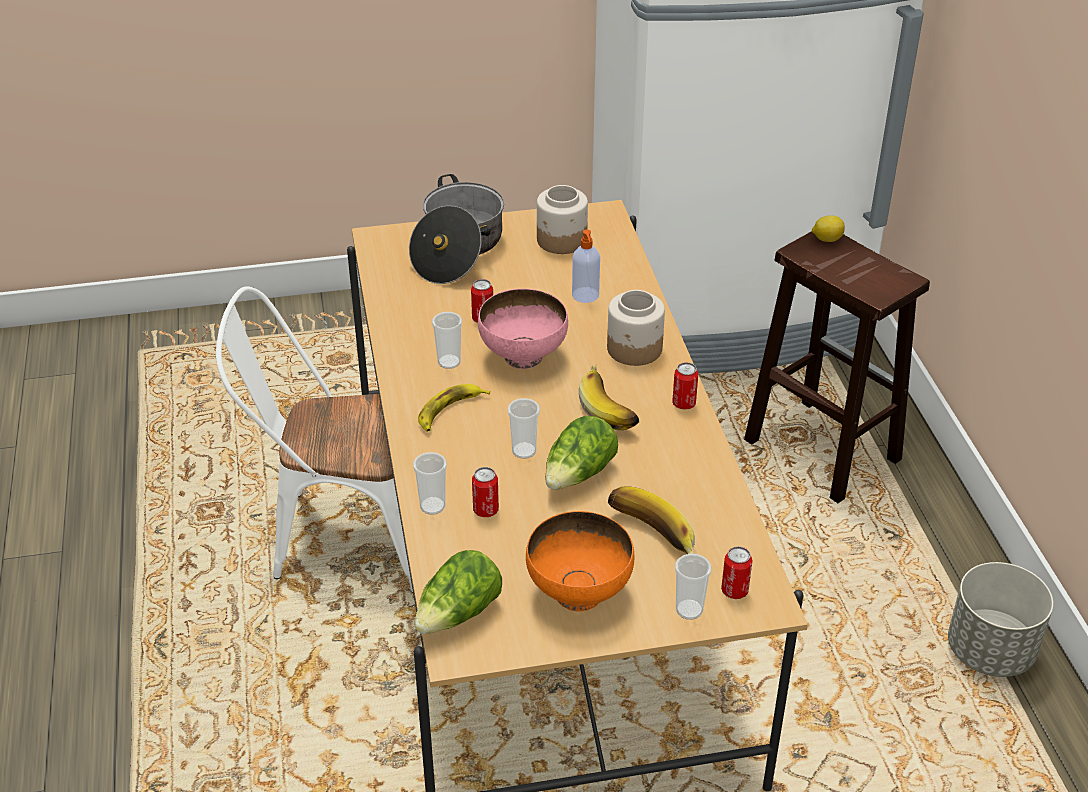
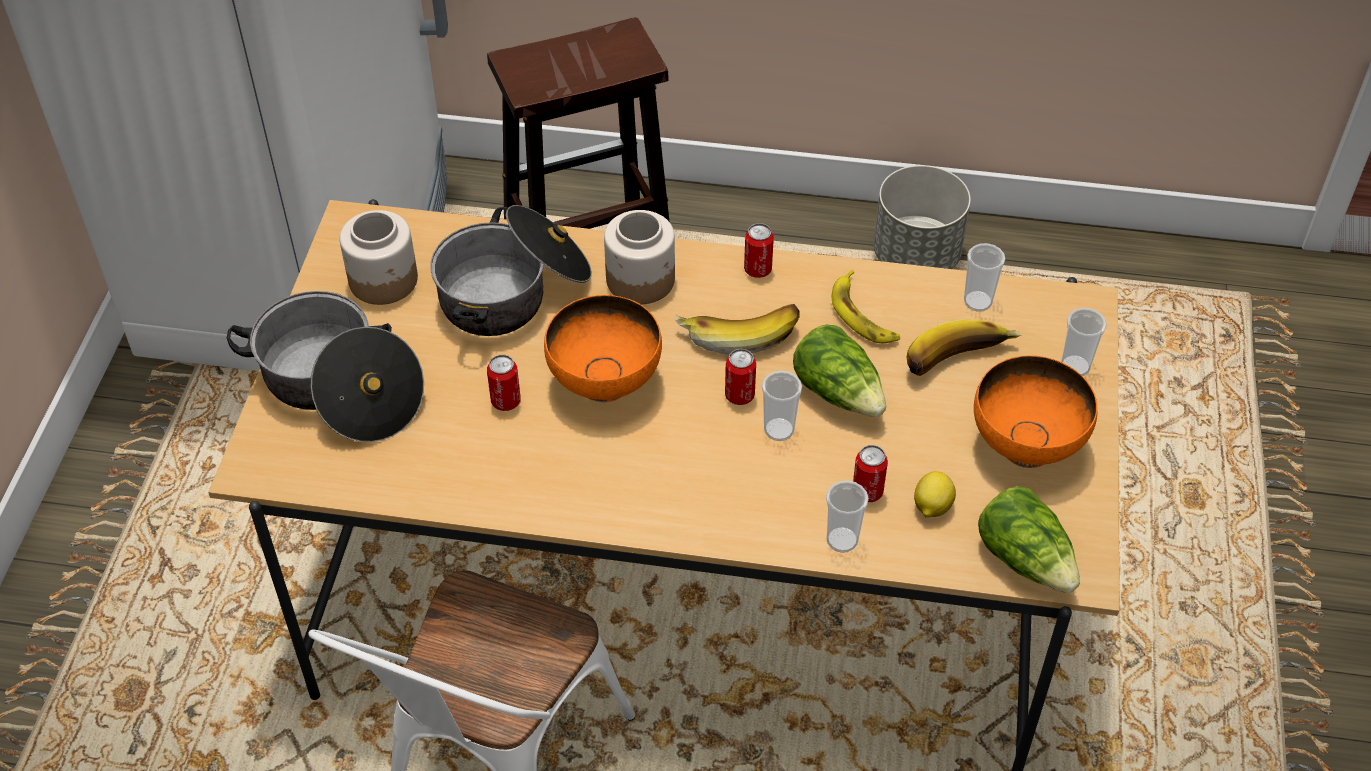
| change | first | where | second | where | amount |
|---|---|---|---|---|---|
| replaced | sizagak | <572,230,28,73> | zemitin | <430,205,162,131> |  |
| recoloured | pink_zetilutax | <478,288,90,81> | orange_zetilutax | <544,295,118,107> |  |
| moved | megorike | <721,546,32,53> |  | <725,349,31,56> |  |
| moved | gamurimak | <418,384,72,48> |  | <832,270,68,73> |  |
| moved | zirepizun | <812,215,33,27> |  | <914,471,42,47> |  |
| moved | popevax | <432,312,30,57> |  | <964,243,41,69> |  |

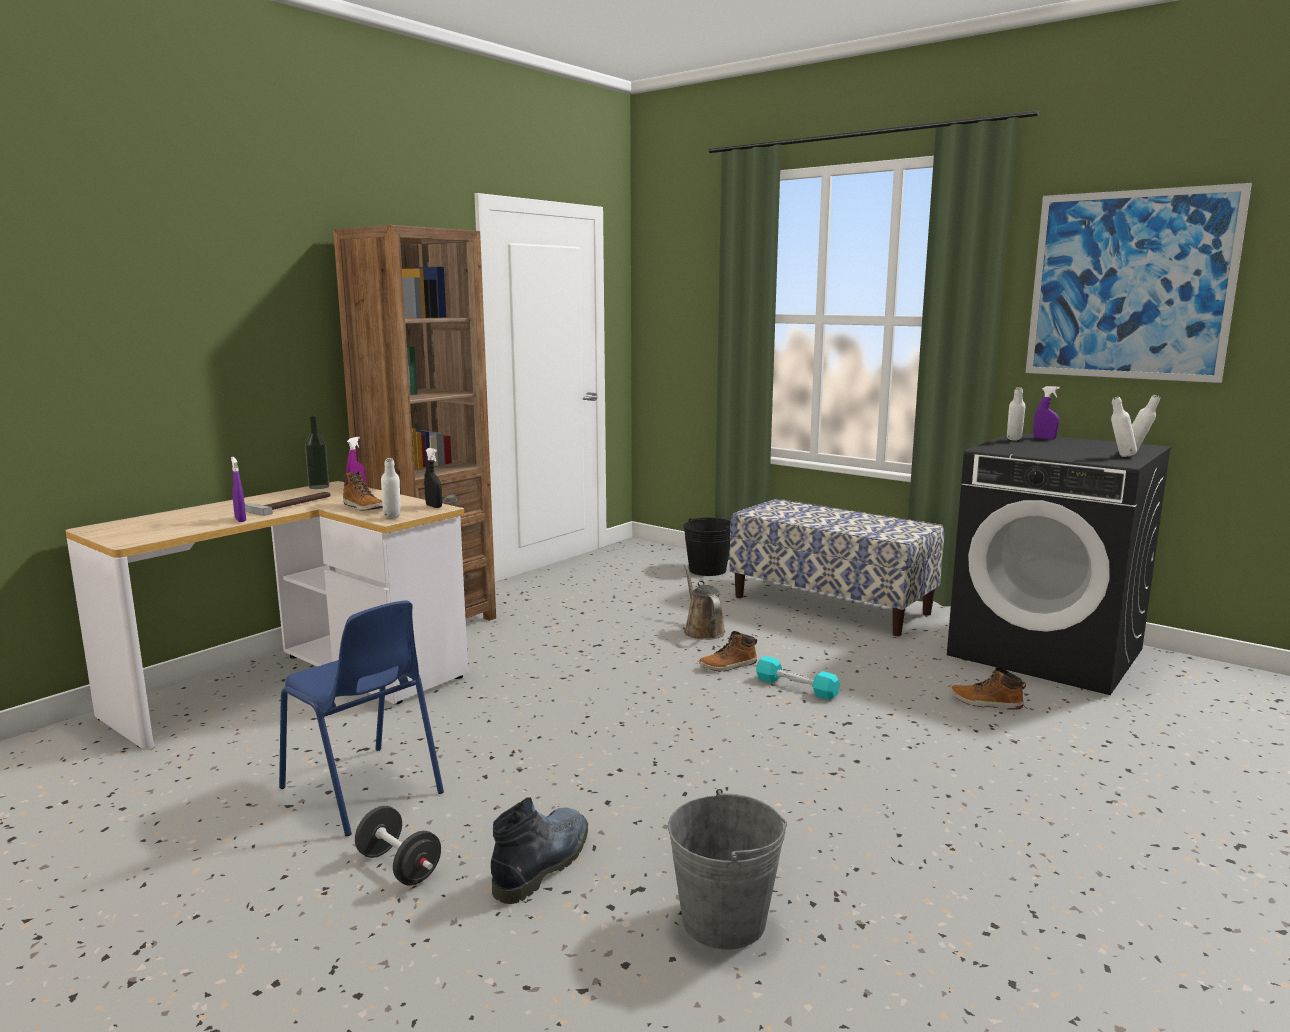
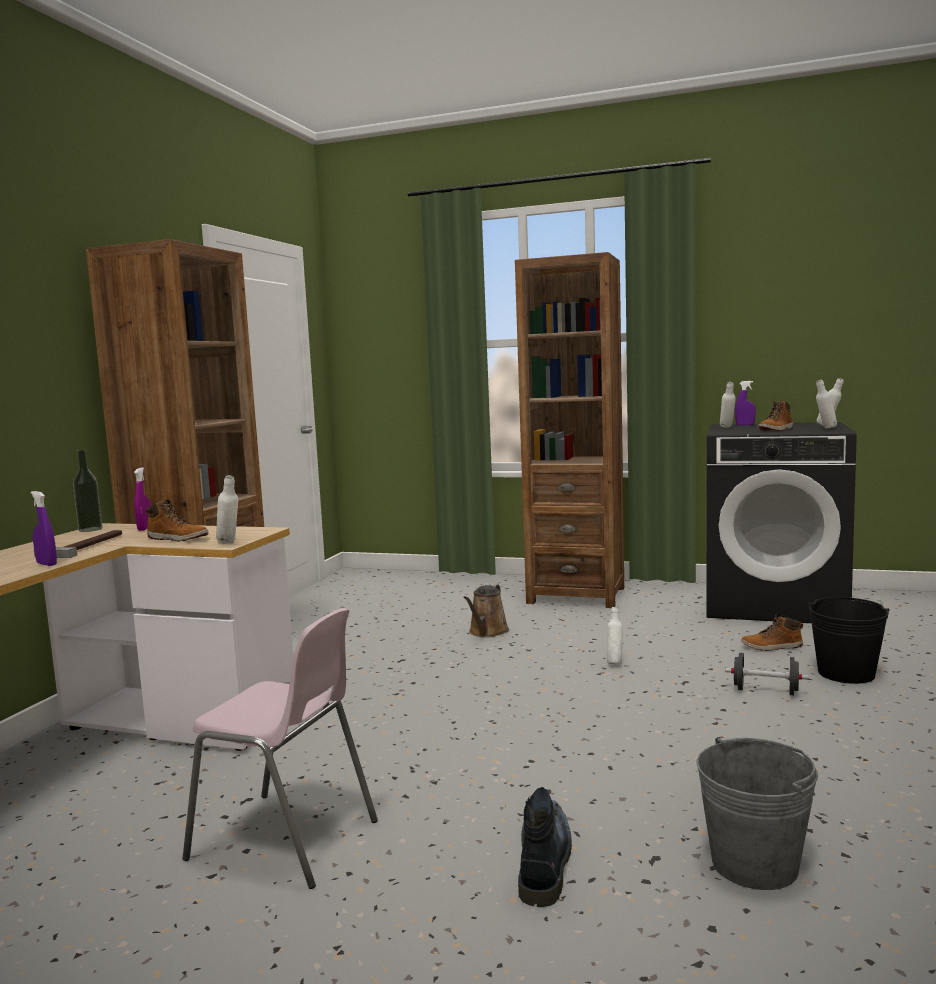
| change | first | where | second | where | amount |
|---|---|---|---|---|---|
| recoloured | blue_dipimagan | <279,600,165,236> | pink_dipimagan | <183,608,195,281> |  |
| turned | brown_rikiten | <684,564,42,76> |  | <463,584,46,53> | 120 degrees counterclockwise |
| replaced | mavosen | <729,499,215,137> | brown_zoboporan | <515,252,109,356> |  |
| replaced | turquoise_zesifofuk | <756,656,84,44> | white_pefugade | <607,607,16,57> |  |
| moved | black_zesifofuk | <355,806,86,80> |  | <725,653,84,42> |  |
| moved | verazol | <699,631,58,41> |  | <758,400,35,31> |  |
| moved | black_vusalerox | <683,518,48,58> |  | <808,597,82,87> |  |
| removed | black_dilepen | <424,448,18,60> |  |  |  |
| removed | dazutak | <1025,183,227,200> |  |  |  |

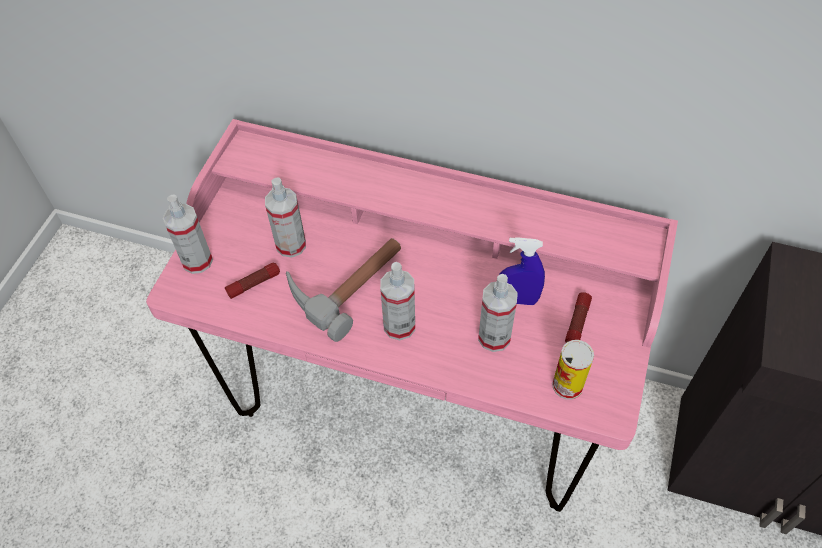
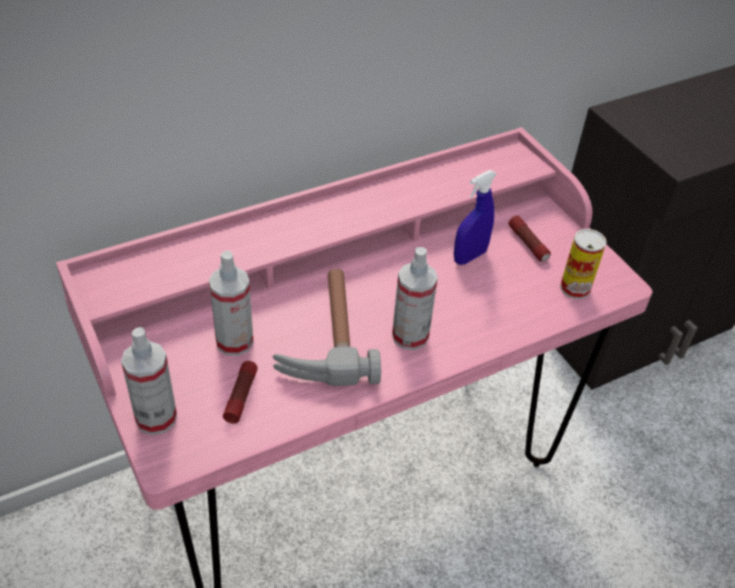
| change | first | where | second | where | amount |
|---|---|---|---|---|---|
| removed | dilepen | <478,274,40,78> |  |  |  |

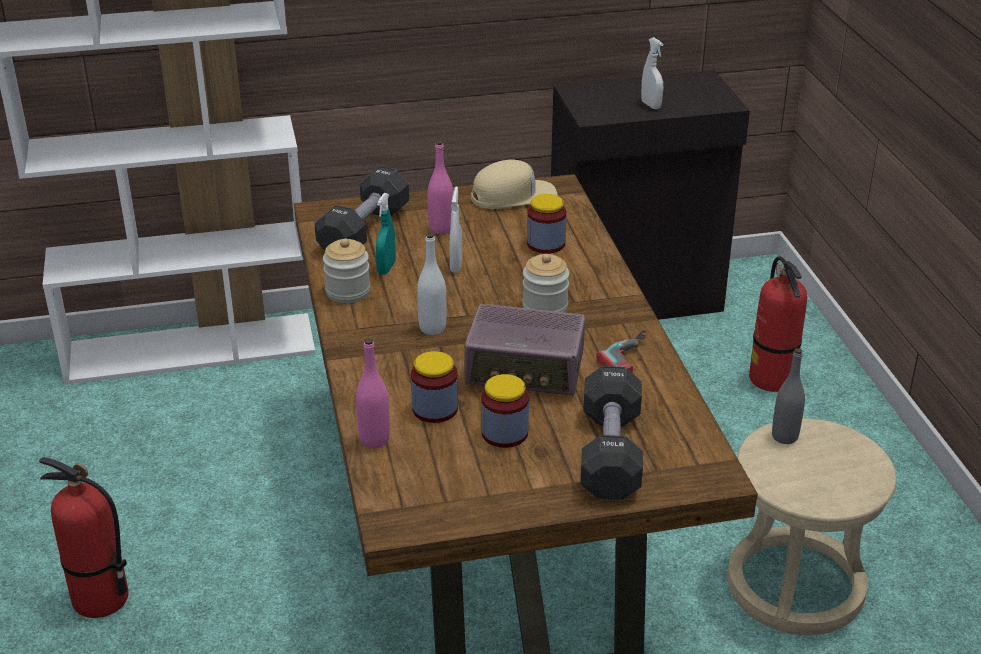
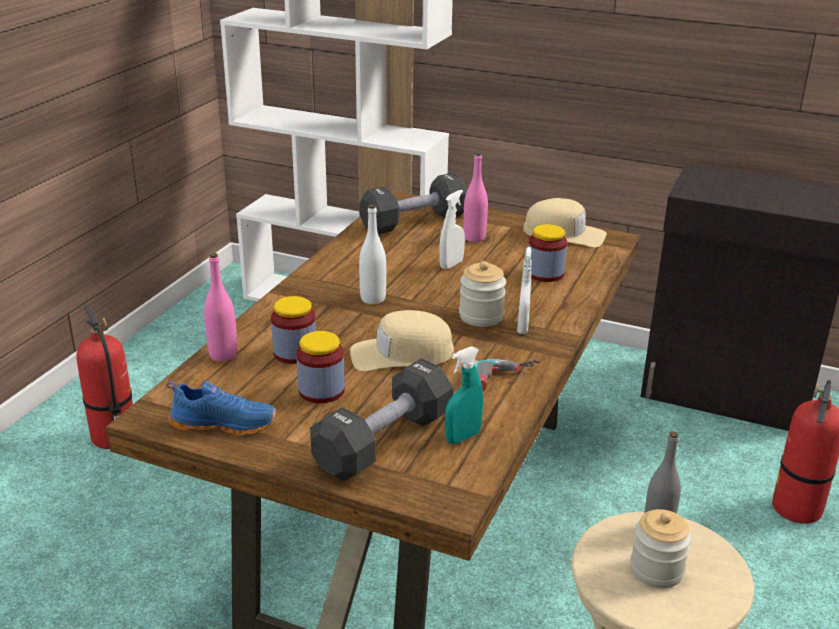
| change | first | where | second | where | amount |
|---|---|---|---|---|---|
| added |  |  | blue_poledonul | <167,381,109,55> |  |
| replaced | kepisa | <465,304,121,92> | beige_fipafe | <350,310,104,61> |  |
| moved | turquoise_dilepen | <376,193,20,82> |  | <445,346,38,98> |  |
| moved | white_dilepen | <641,37,22,72> |  | <517,247,15,87> |  |
| moved | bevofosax | <323,238,47,65> |  | <630,509,61,79> |  |

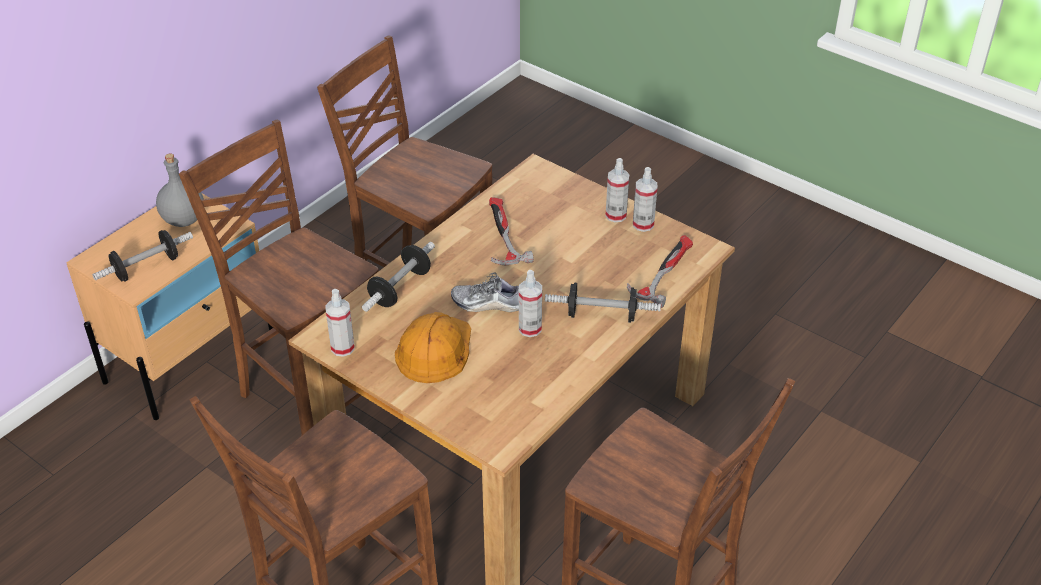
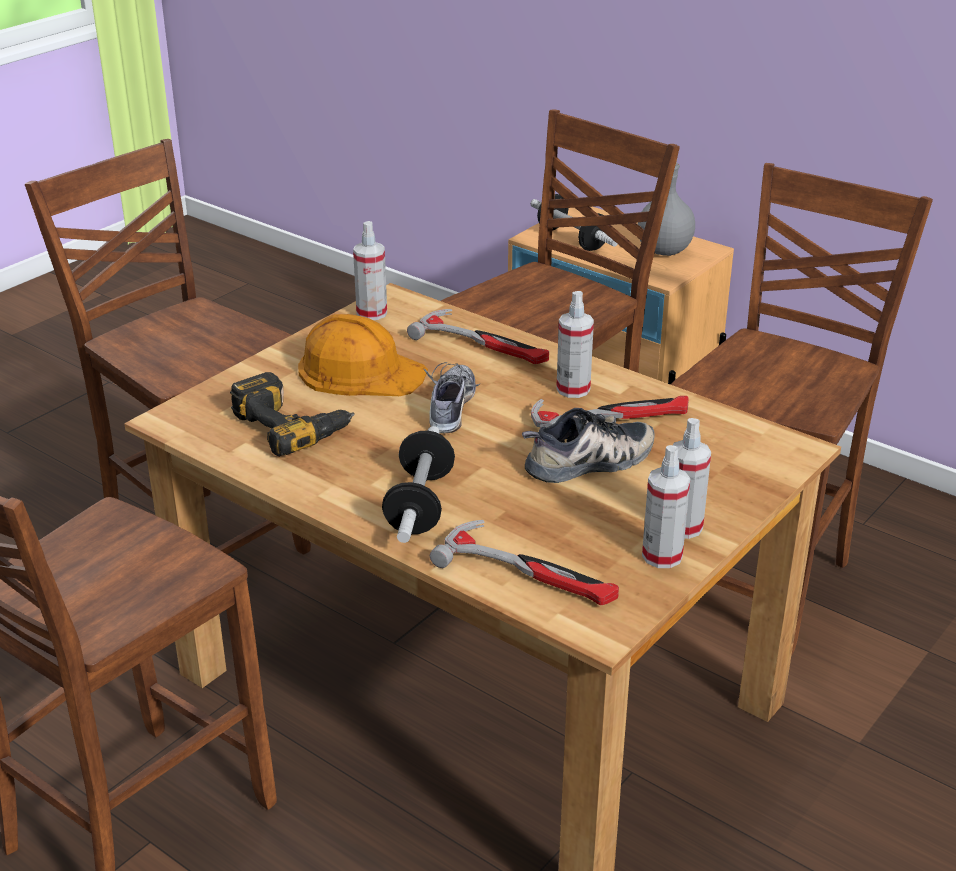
| change | first | where | second | where | amount |
|---|---|---|---|---|---|
| added |  |  | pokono | <230,372,125,84> |  |
| replaced | zesifofuk | <362,242,73,70> | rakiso | <407,309,142,55> |  |
| added |  |  | poledonul | <522,408,133,75> |  |
| moved | dilepen | <519,270,23,67> |  | <556,291,38,107> |  |

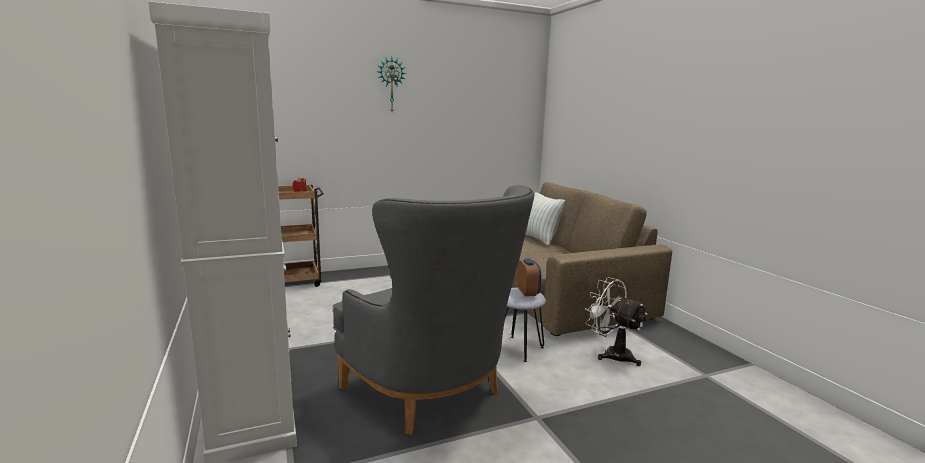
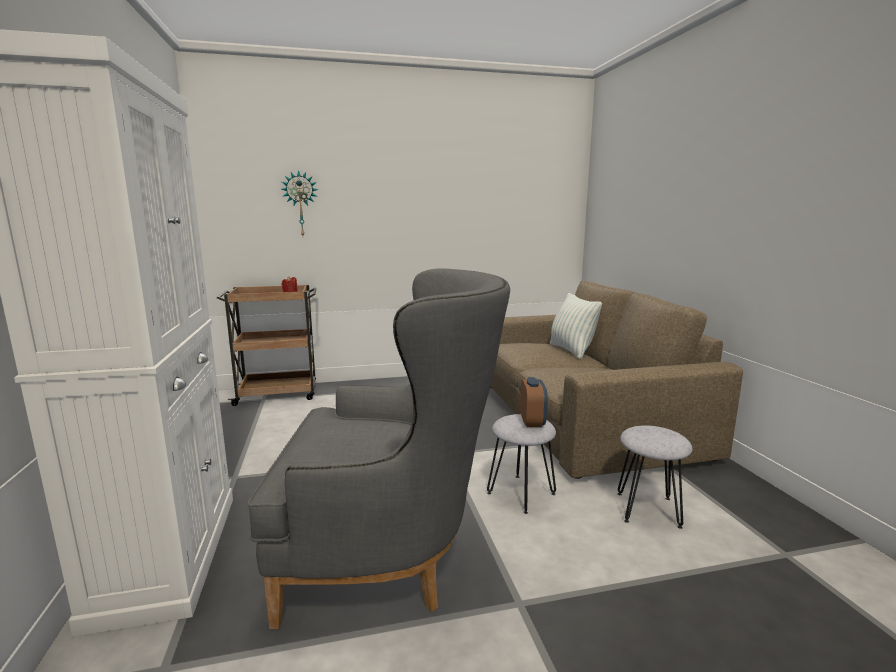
| change | first | where | second | where | amount |
|---|---|---|---|---|---|
| turned | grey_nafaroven | <333,185,201,249> |  | <247,268,263,361> | 60 degrees counterclockwise |
| moved | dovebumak | <377,57,30,55> |  | <281,170,37,66> |  |
| replaced | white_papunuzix | <585,277,62,89> | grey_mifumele | <617,425,76,104> |  |

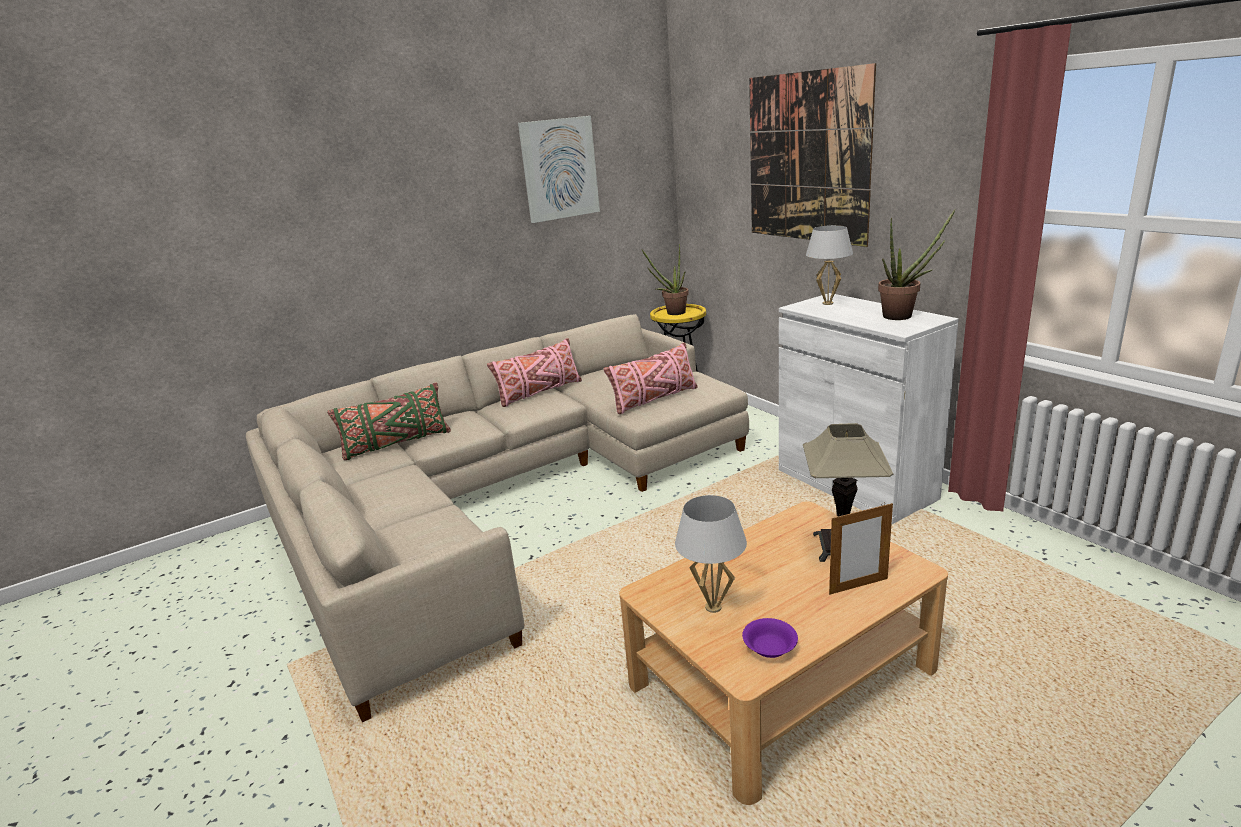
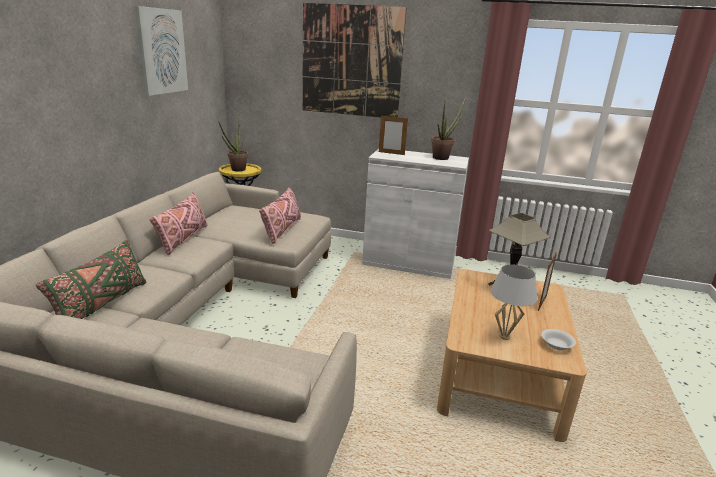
| change | first | where | second | where | amount |
|---|---|---|---|---|---|
| replaced | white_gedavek | <806,225,47,80> | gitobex | <379,115,29,40> |  |
| recoloured | purple_zetilutax | <742,618,56,40> | white_zetilutax | <541,329,35,21> |  |

